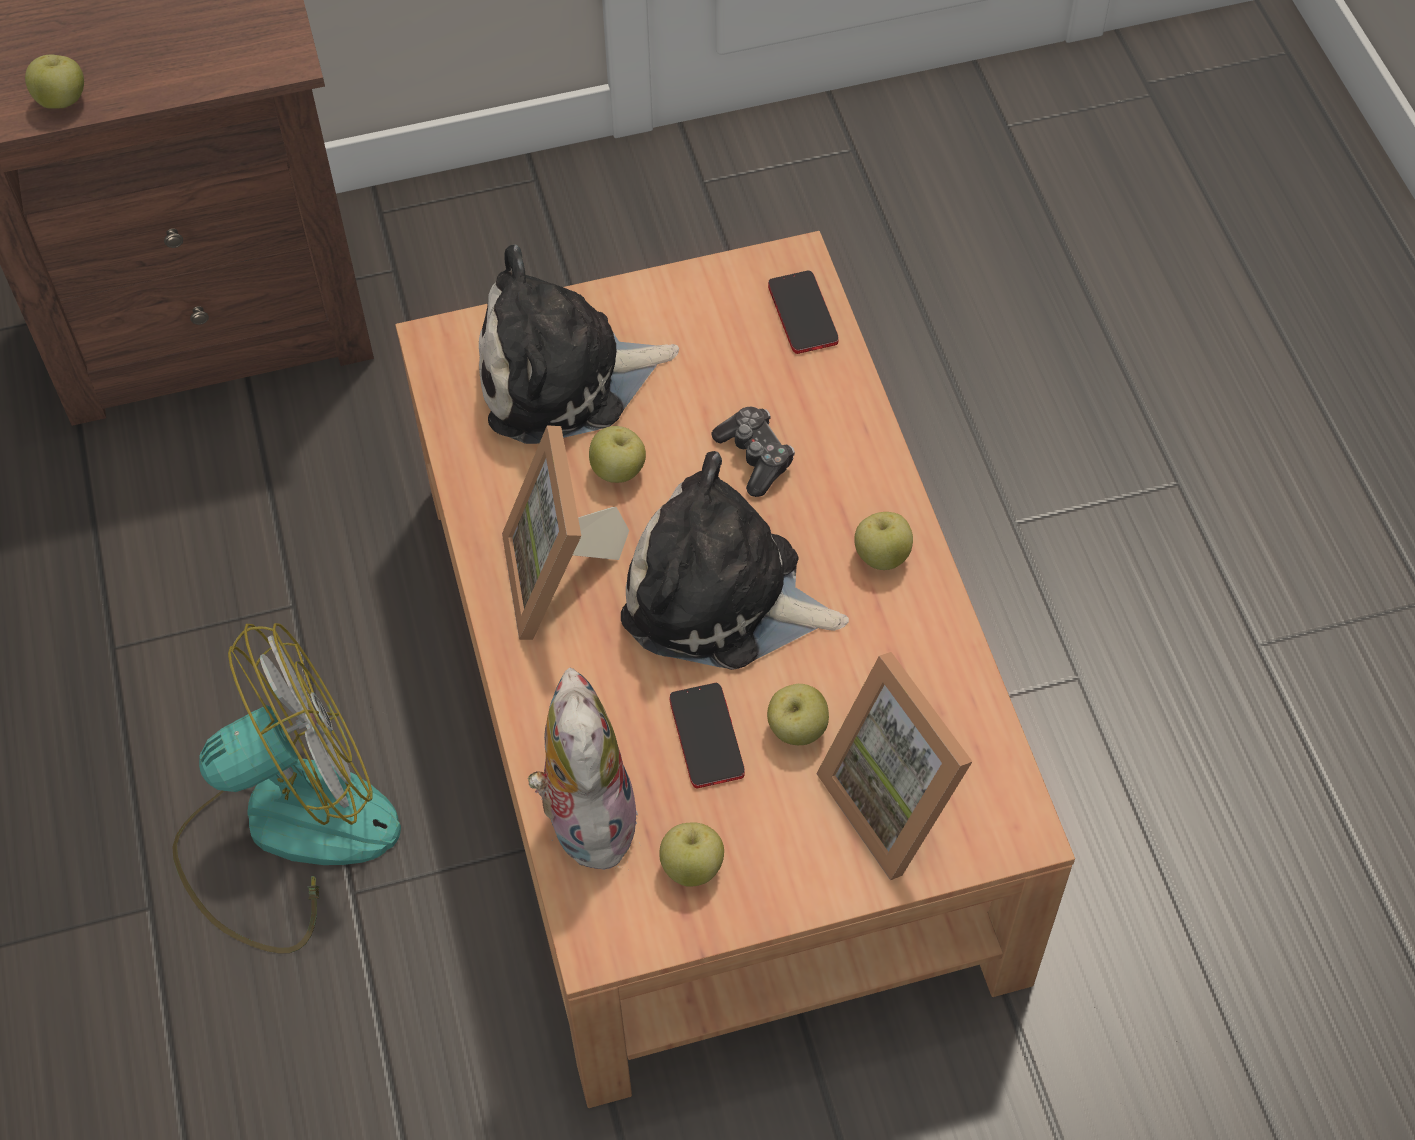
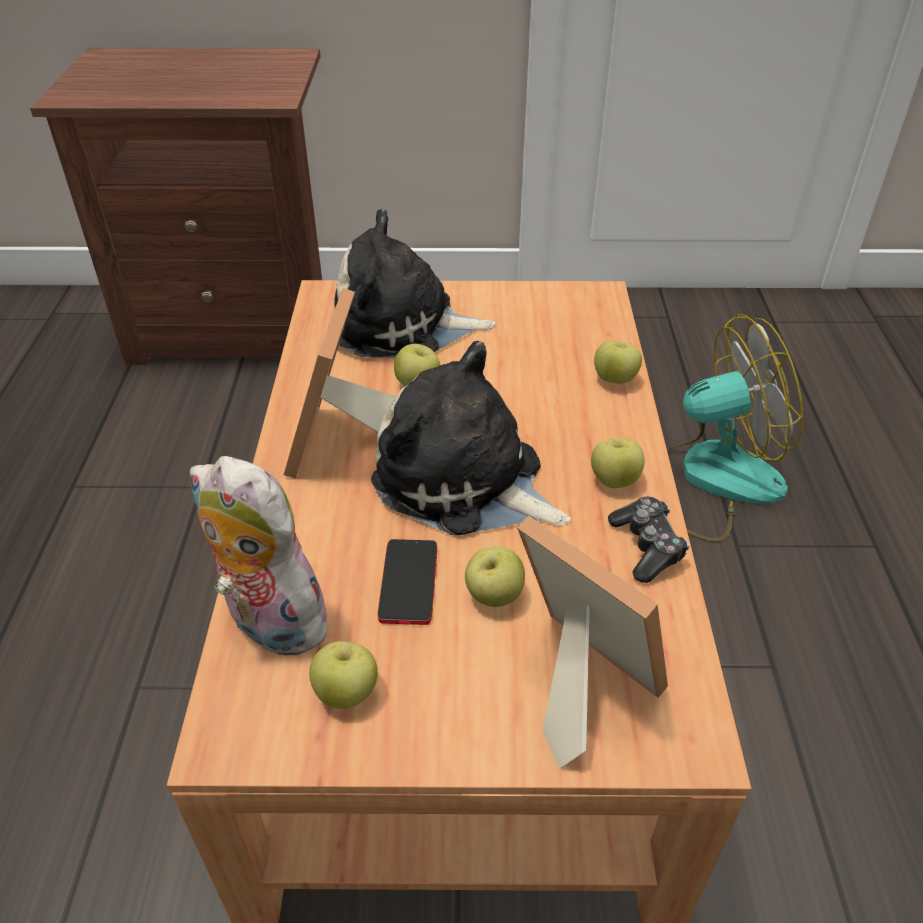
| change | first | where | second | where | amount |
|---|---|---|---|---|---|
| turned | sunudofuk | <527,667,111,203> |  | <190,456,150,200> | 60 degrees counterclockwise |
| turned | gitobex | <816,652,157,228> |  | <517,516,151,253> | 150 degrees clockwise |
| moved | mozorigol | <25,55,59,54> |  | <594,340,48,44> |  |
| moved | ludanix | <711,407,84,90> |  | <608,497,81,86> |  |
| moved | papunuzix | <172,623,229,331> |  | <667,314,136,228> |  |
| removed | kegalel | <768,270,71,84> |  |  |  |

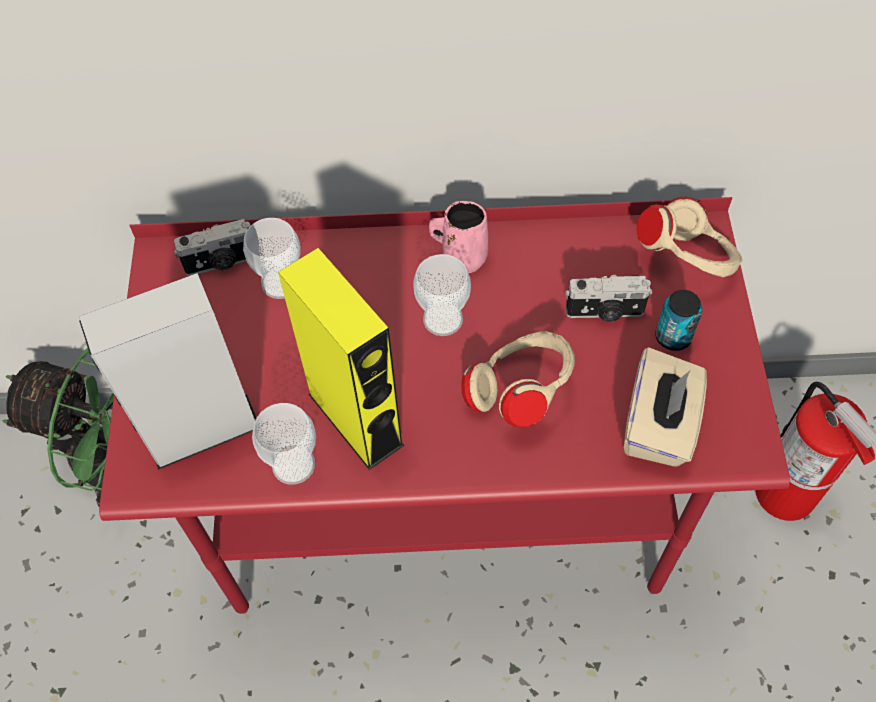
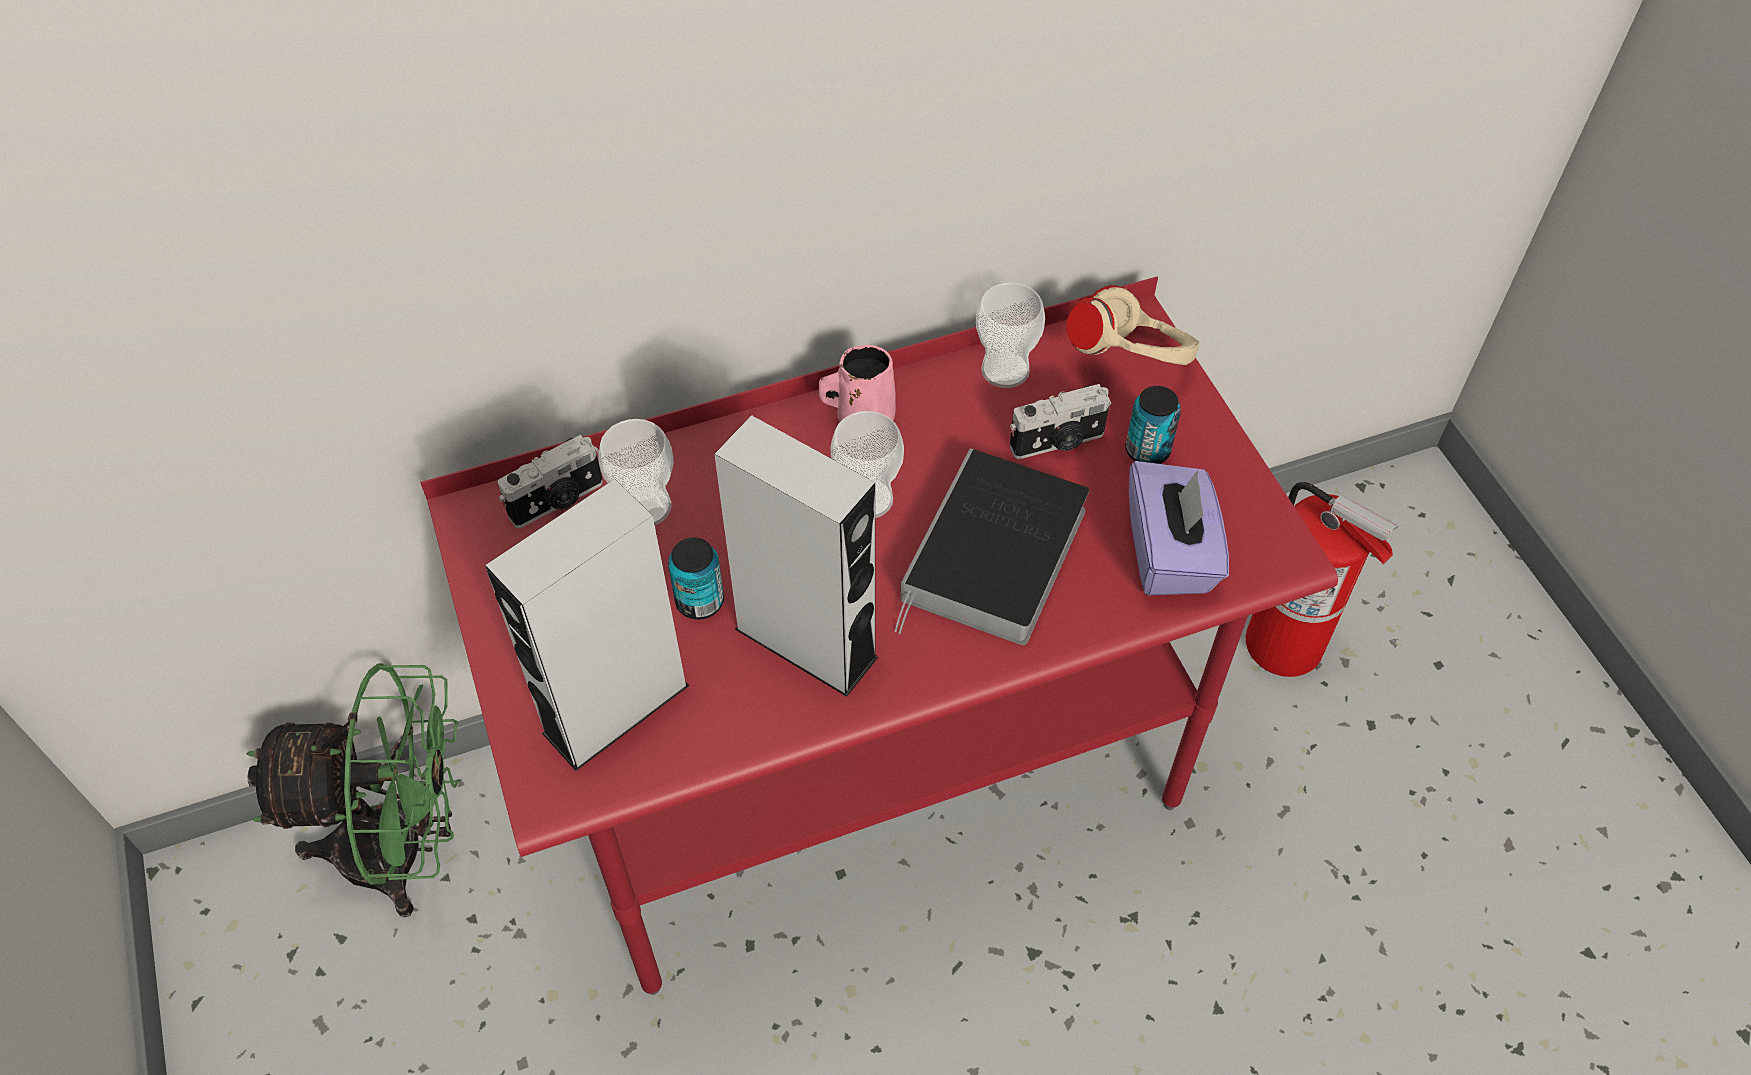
| change | first | where | second | where | amount |
|---|---|---|---|---|---|
| added |  |  | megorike | <668,537,56,83> |  |
| recoloured | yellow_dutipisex | <278,248,126,222> | grey_dutipisex | <714,415,164,282> |  |
| replaced | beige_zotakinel | <461,331,114,96> | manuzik | <895,448,194,197> |  |
| moved | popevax | <252,403,64,82> |  | <976,283,69,105> |  |
| recoloured | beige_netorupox | <624,347,83,120> | purple_netorupox | <1129,461,100,134> |  |

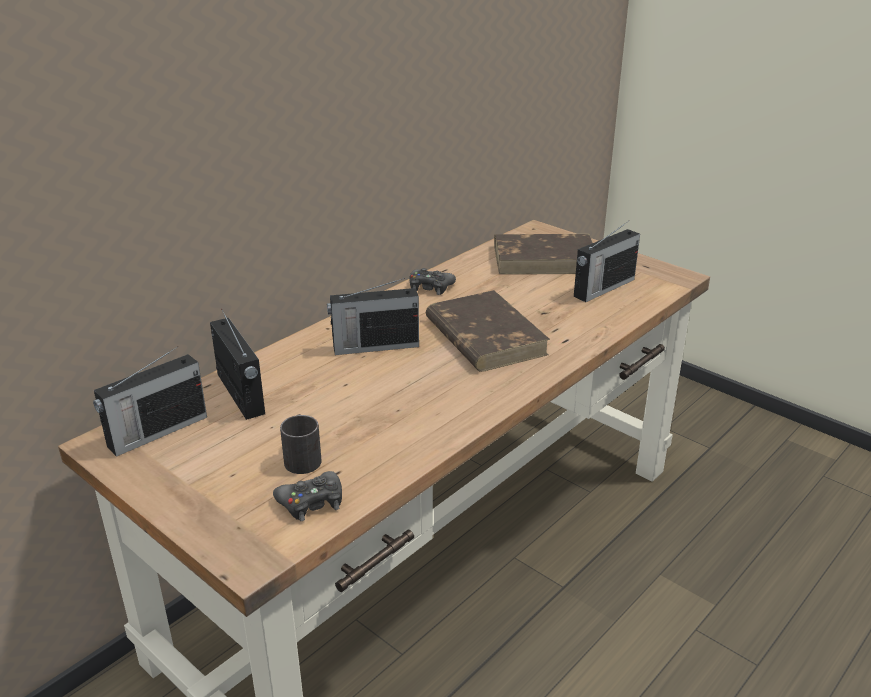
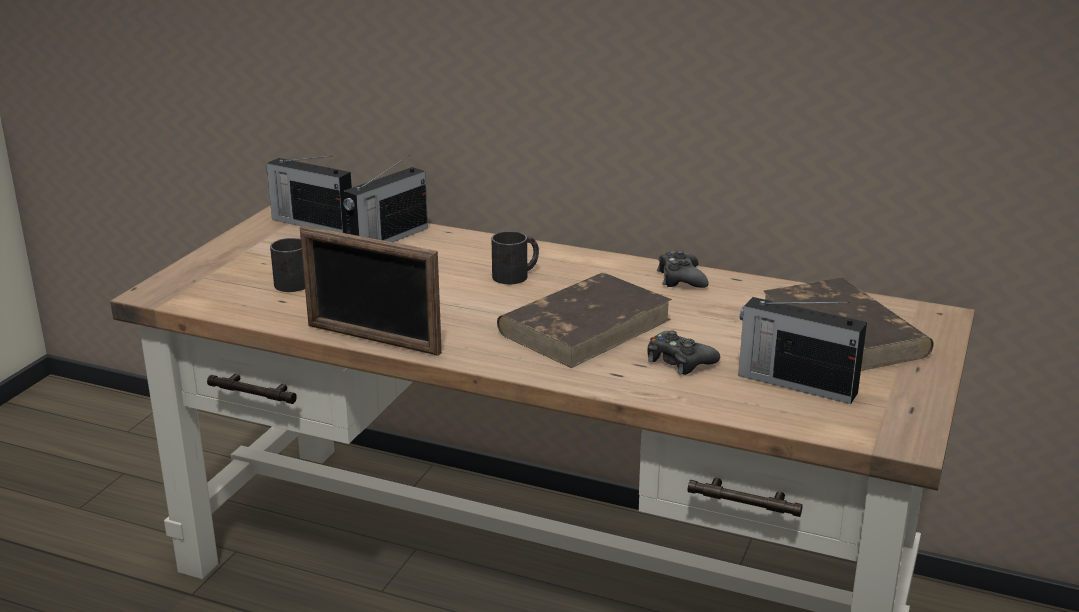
| change | first | where | second | where | amount |
|---|---|---|---|---|---|
| added |  |  | gitobex | <300,225,142,131> |  |
| replaced | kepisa | <327,278,92,77> | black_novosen | <491,231,48,53> |  |
| moved | black_ludanix | <273,471,69,50> |  | <647,330,73,45> |  |

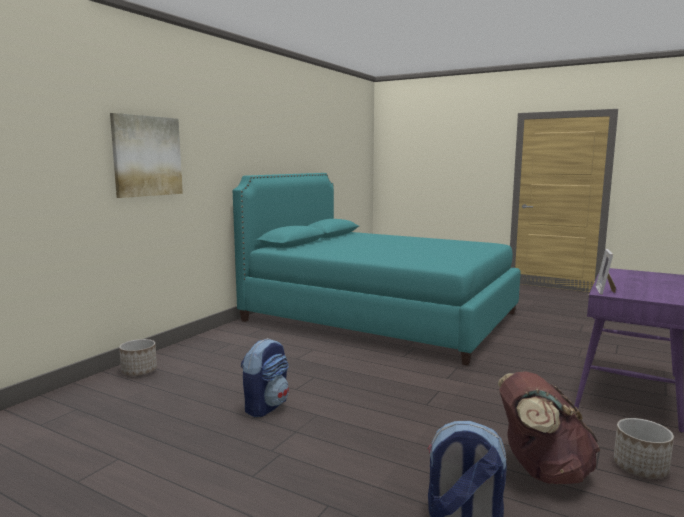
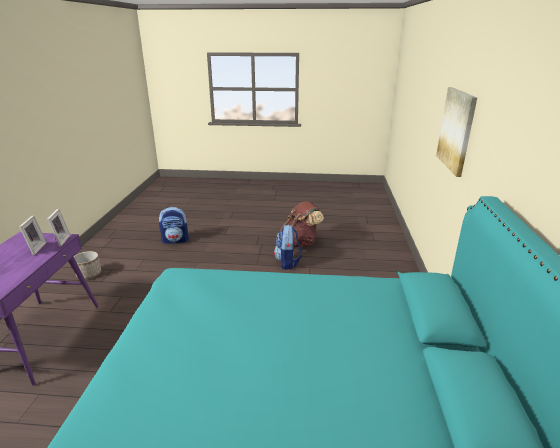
| change | first | where | second | where | amount |
|---|---|---|---|---|---|
| added |  |  | gitobex | <19,215,28,40> |  |
| moved | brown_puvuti | <498,371,102,113> |  | <280,202,44,45> |  |
| removed | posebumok | <119,339,38,37> |  |  |  |

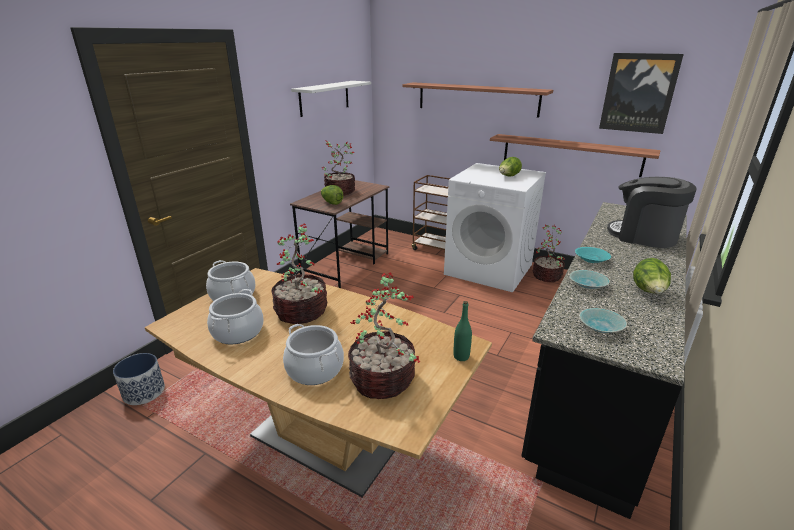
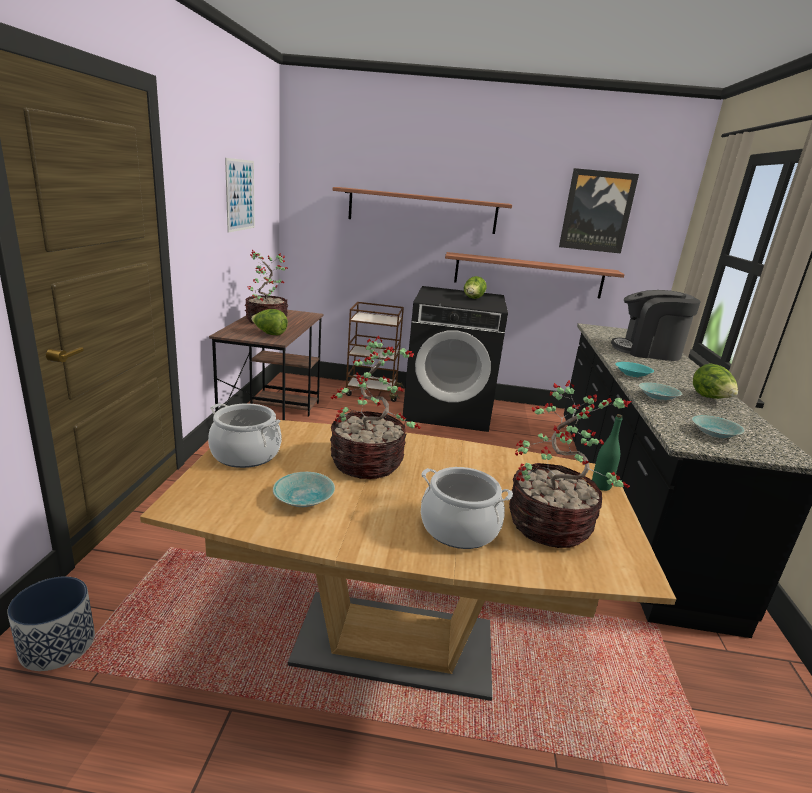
| change | first | where | second | where | amount |
|---|---|---|---|---|---|
| replaced | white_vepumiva | <291,81,80,36> | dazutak | <225,158,30,74> |  |
| replaced | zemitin | <207,289,57,55> | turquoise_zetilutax | <273,472,62,35> |  |
| recoloured | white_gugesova | <444,163,102,129> | black_gugesova | <403,286,105,146> |  |
| removed | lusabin | <532,225,33,57> |  |  |  |

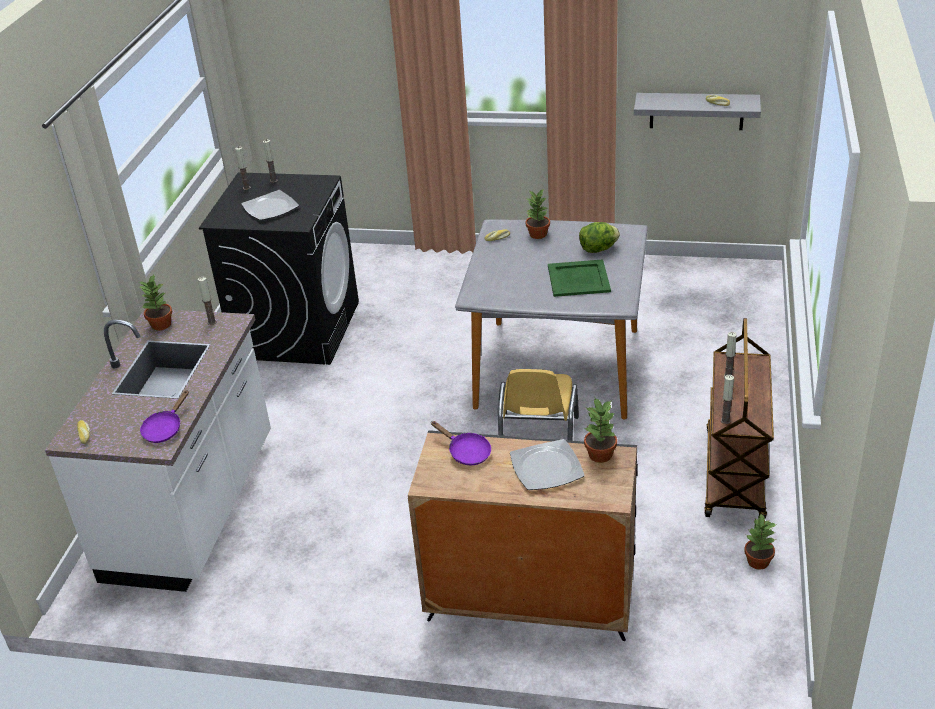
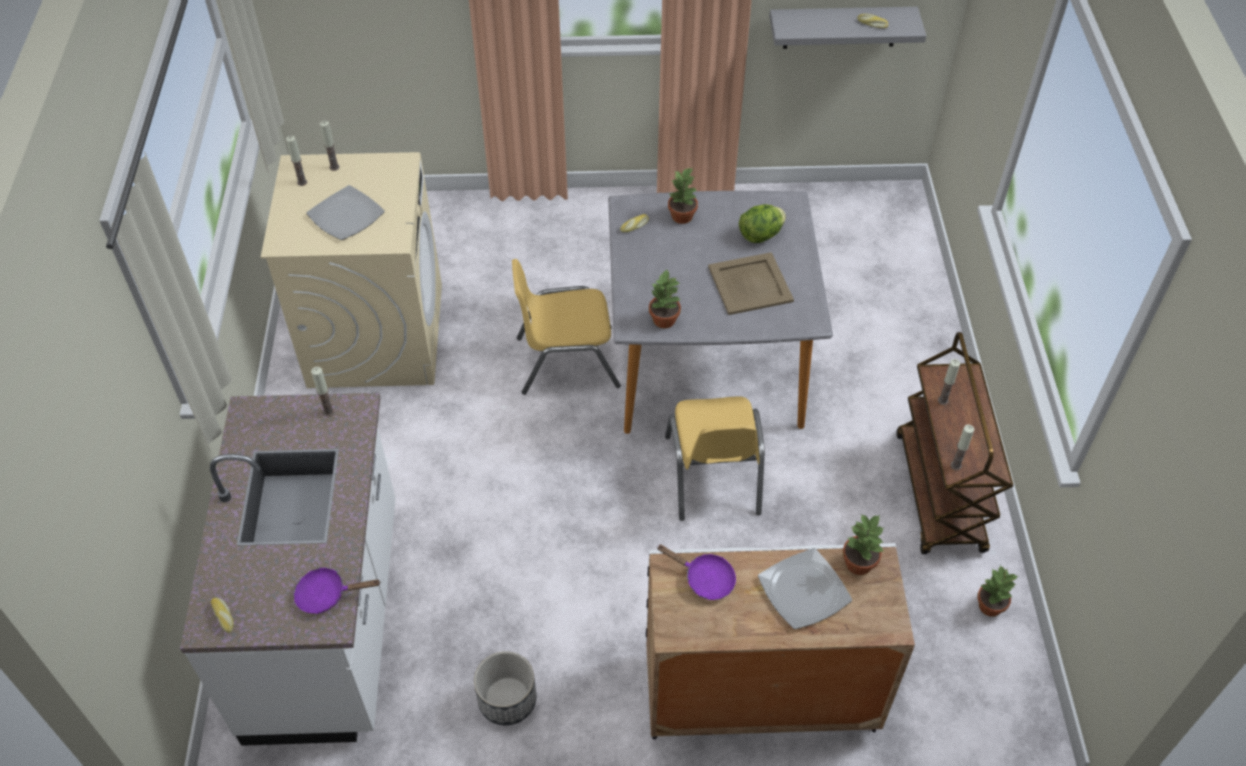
| change | first | where | second | where | amount |
|---|---|---|---|---|---|
| recoloured | black_gugesova | <199,172,160,193> | beige_gugesova | <261,152,181,236> |  |
| turned | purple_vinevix | <140,390,49,53> |  | <294,567,86,47> | 75 degrees clockwise |
| added |  |  | posebumok | <474,651,62,74> |  |
| added |  |  | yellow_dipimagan | <512,259,109,136> |  |
| recoloured | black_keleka | <408,430,230,211> | white_keleka | <646,543,269,197> |  |
| moved | lusabin | <139,275,33,55> |  | <649,269,32,59> |  |
| recoloured | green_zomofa | <548,259,63,38> | beige_zomofa | <708,252,86,63> |  |

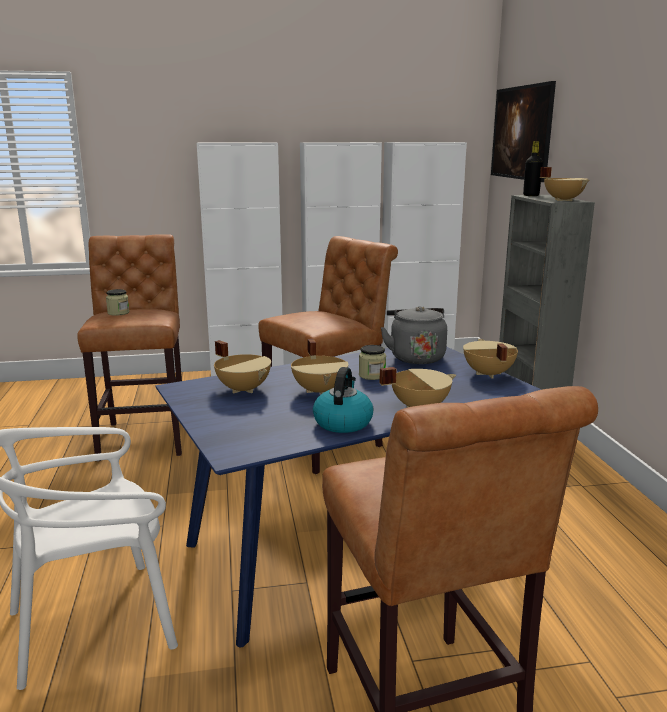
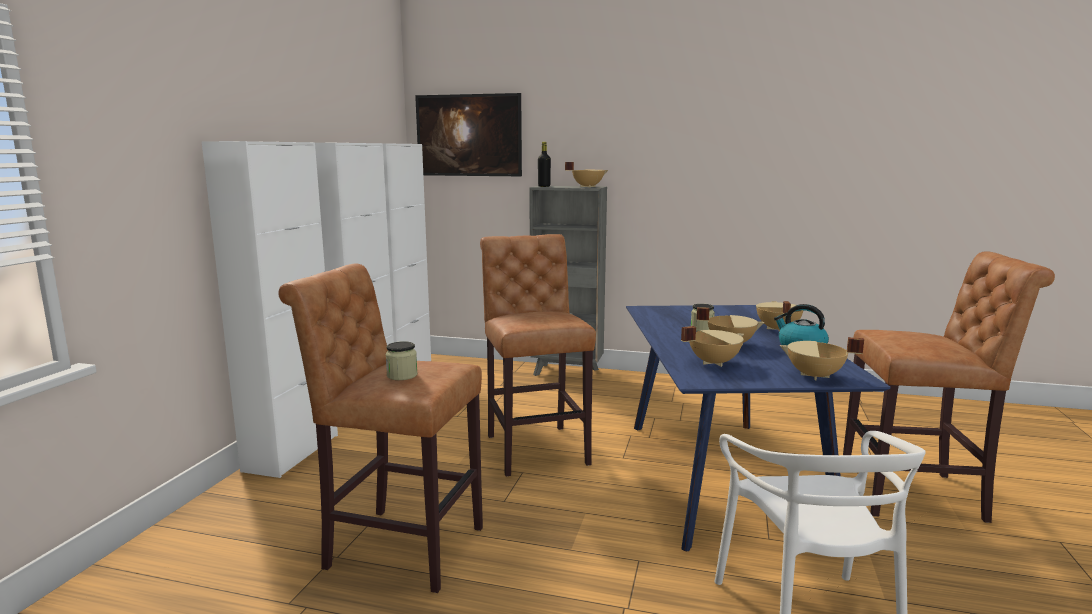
| change | first | where | second | where | amount |
|---|---|---|---|---|---|
| moved | beige_zemitin | <463,339,55,40> |  | <779,337,85,43> |  |
| removed | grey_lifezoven | <380,306,67,58> |  |  |  |

